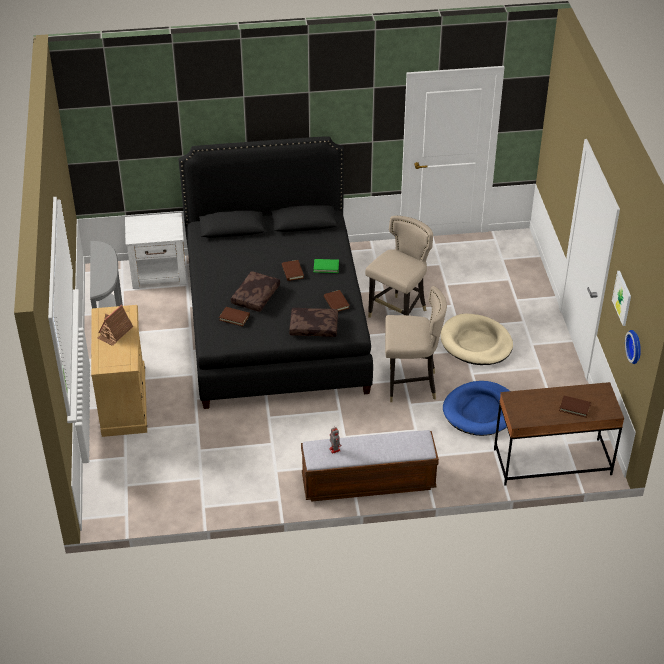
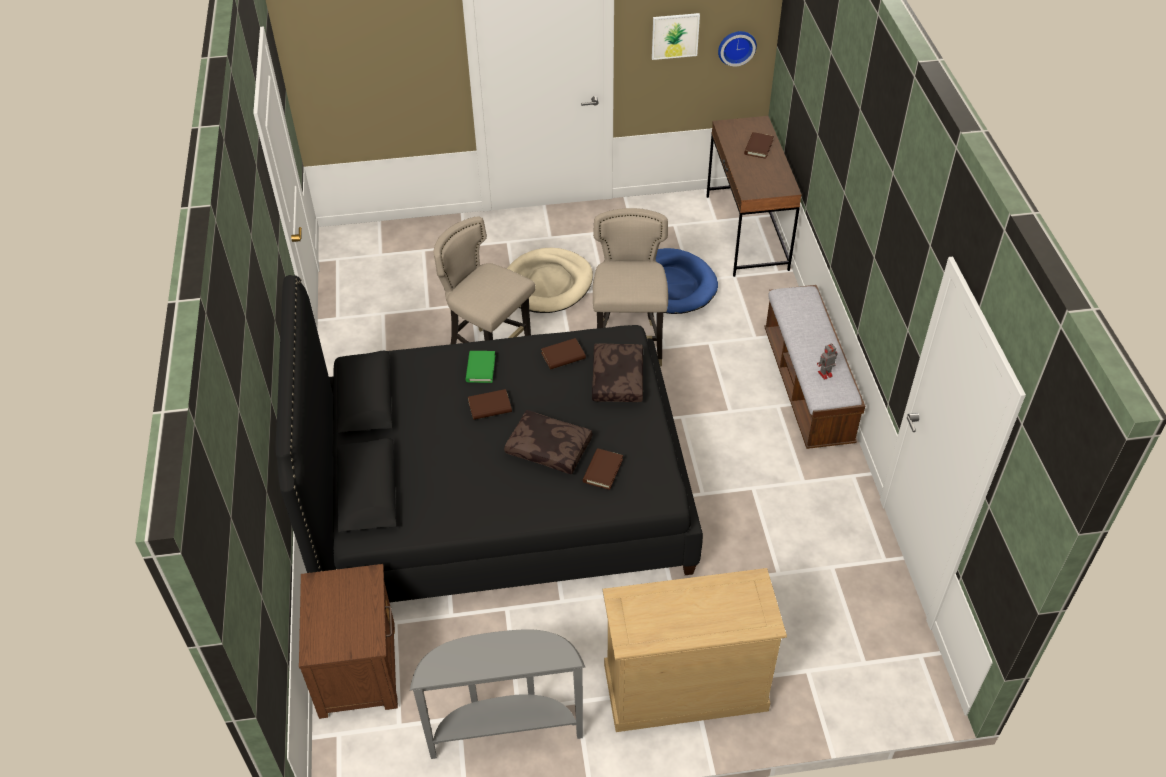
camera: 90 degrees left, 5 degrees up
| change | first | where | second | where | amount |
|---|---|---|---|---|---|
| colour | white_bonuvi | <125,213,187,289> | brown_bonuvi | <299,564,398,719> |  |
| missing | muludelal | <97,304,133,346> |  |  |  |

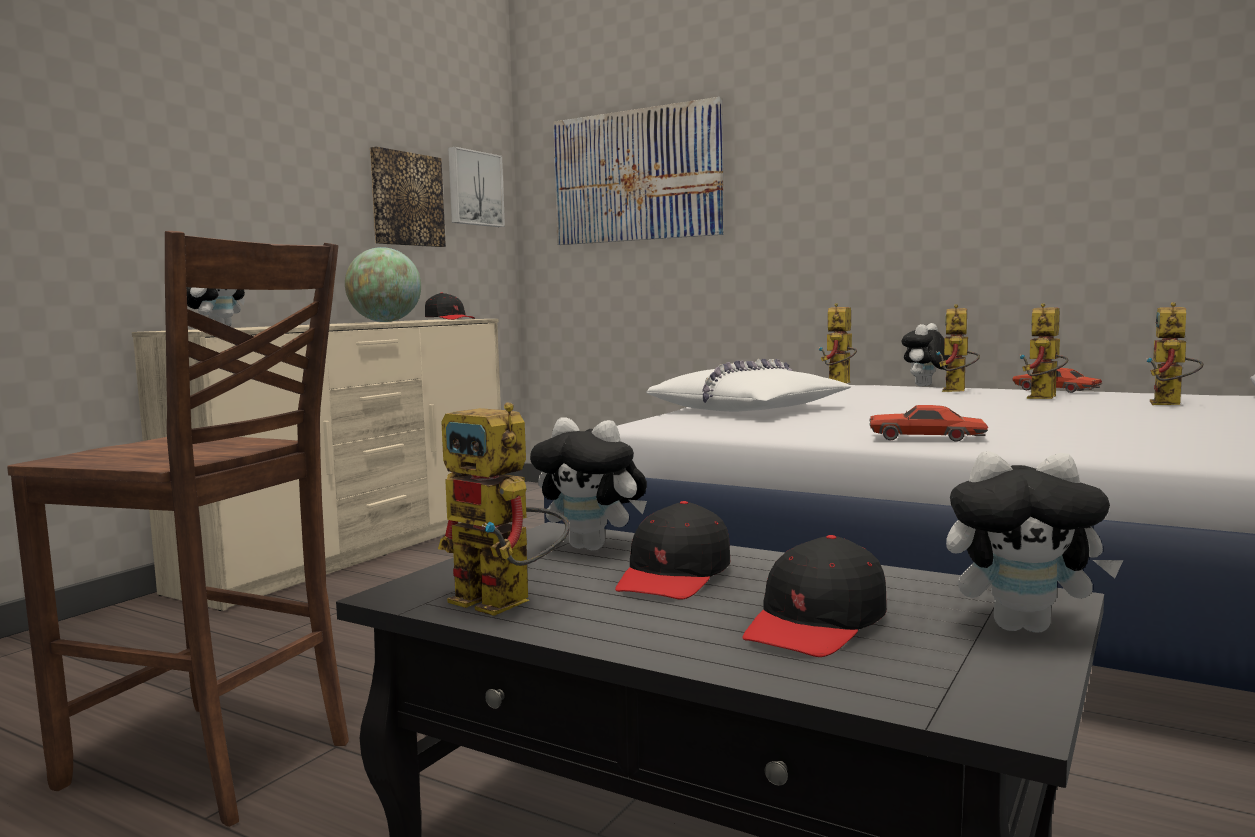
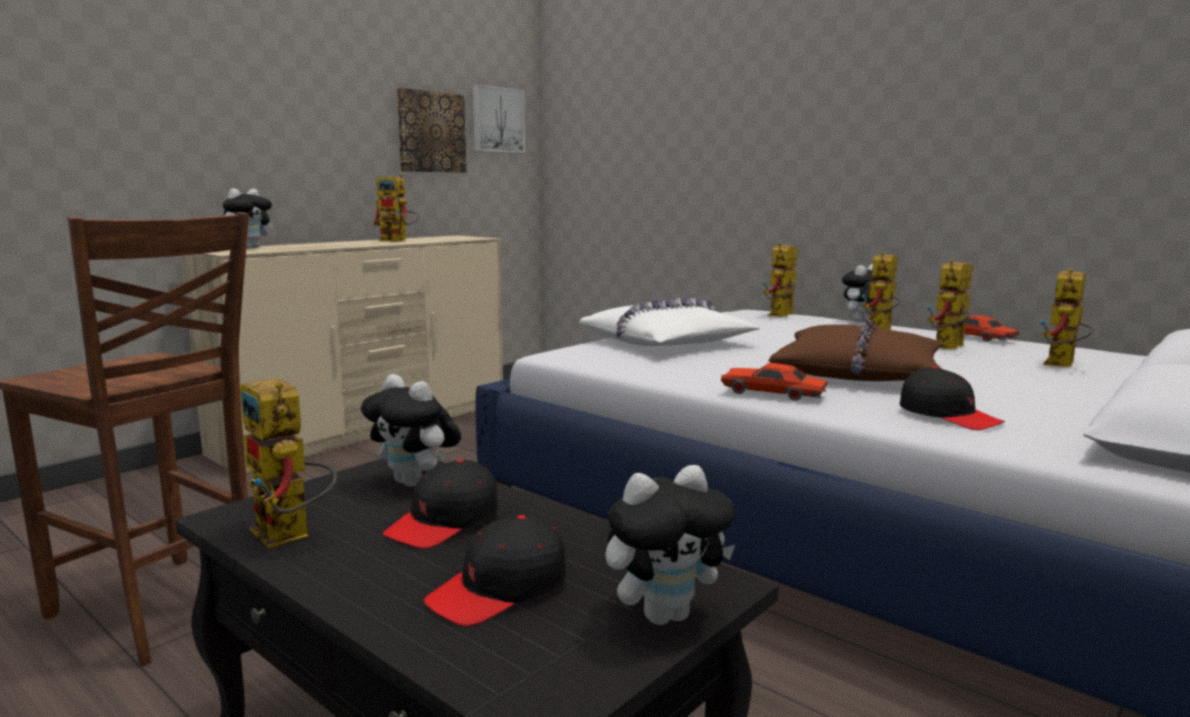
camera: 10 degrees right, 5 degrees up
| change | first | where | second | where | amount |
|---|---|---|---|---|---|
| exchanged | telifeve | <345,247,421,322> | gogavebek | <373,174,419,242> |  |
| spun | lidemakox | <946,452,1123,633> |  | <605,465,735,625> | 45 degrees counterclockwise |
| appeared |  |  | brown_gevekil | <769,317,944,381> |  |
| relocated | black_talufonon | <425,292,475,320> |  | <900,367,1005,430> |  |
| missing | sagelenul | <553,97,724,245> |  |  |  |

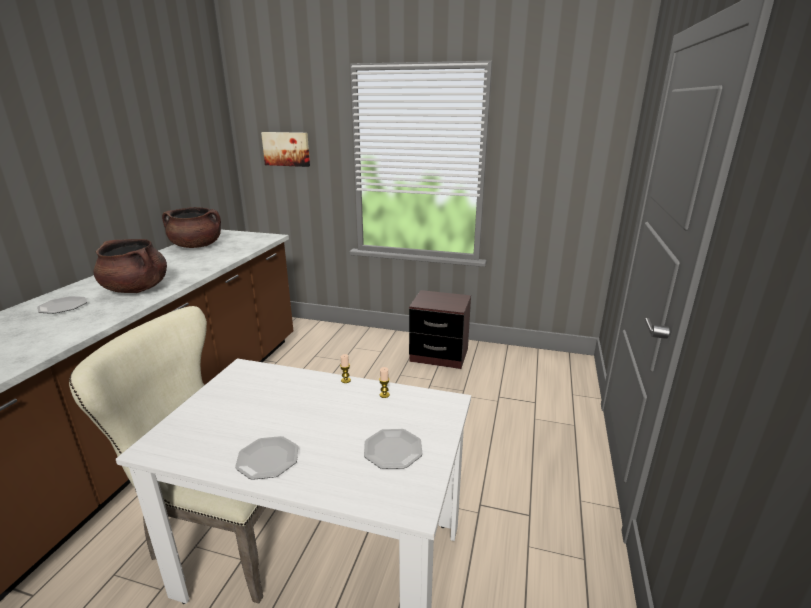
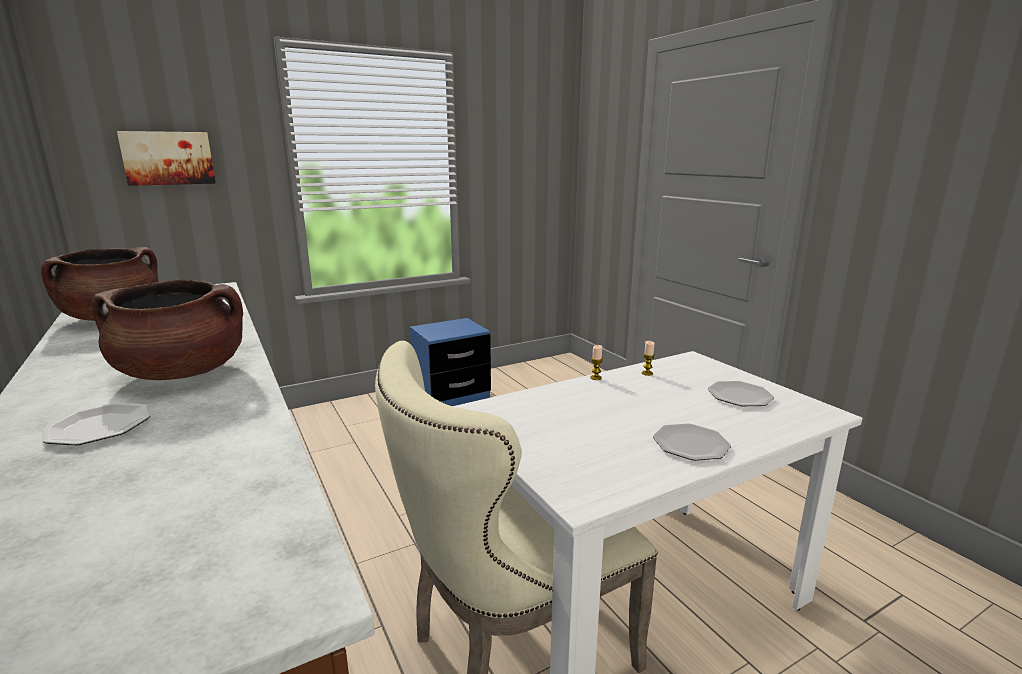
camera: 45 degrees left, 5 degrees down
| change | first | where | second | where | amount |
|---|---|---|---|---|---|
| colour | brown_bonuvi | <409,290,471,369> | blue_bonuvi | <410,318,491,406> |  |

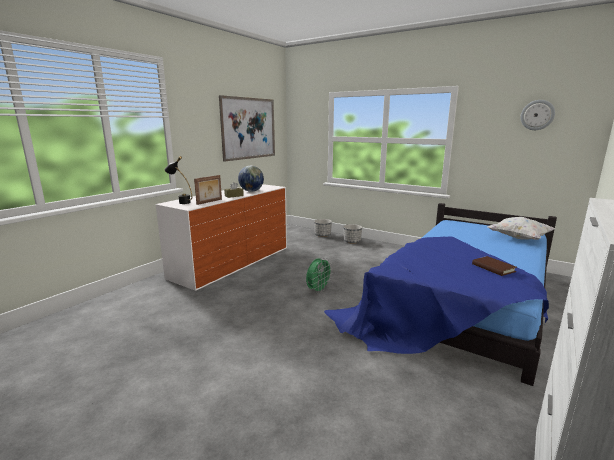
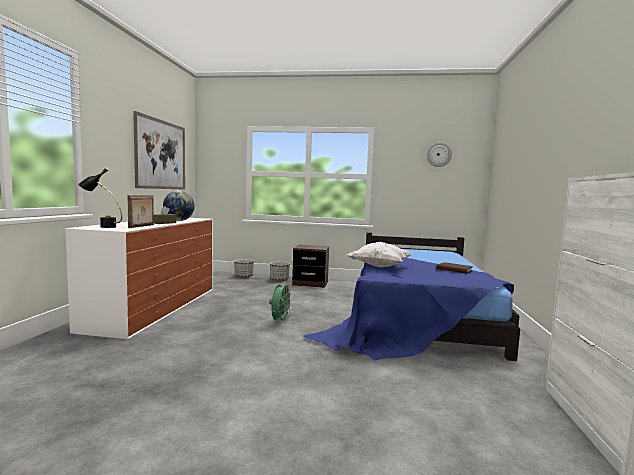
camera: 25 degrees left, 10 degrees down
| change | first | where | second | where | amount |
|---|---|---|---|---|---|
| appeared |  |  | brown_bonuvi | <292,245,329,288> |  |
| relocated | white_gevekil | <488,217,555,240> |  | <347,242,412,267> |  |

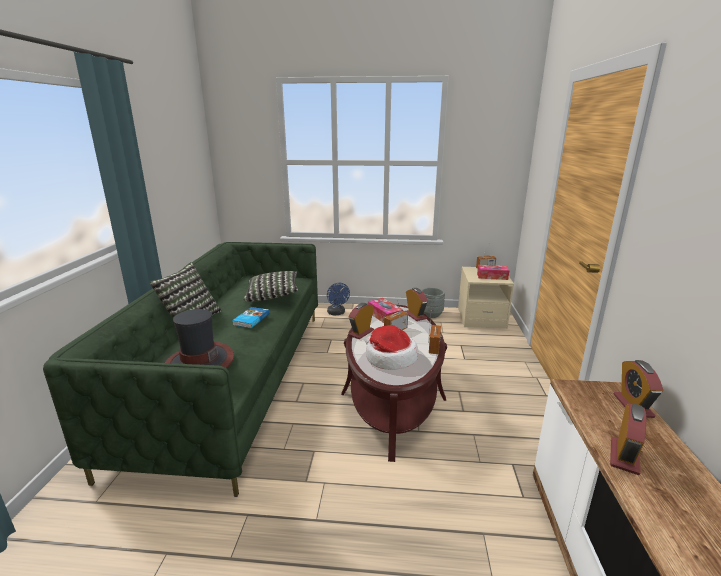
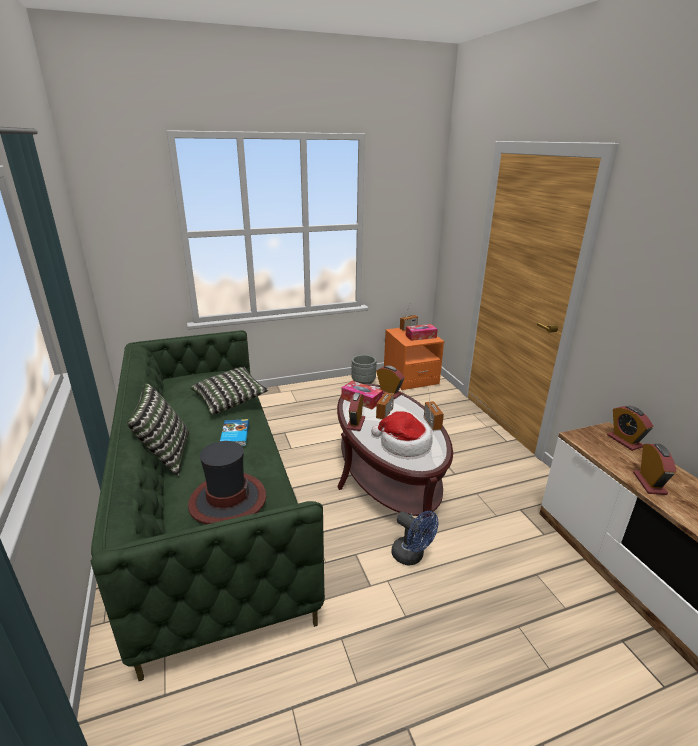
camera: 25 degrees left, 5 degrees up
| change | first | where | second | where | amount |
|---|---|---|---|---|---|
| colour | beige_bonuvi | <458,267,514,329> | orange_bonuvi | <384,328,444,390> |  |
| relocated | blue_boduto | <327,283,350,315> |  | <391,511,438,566> |  |

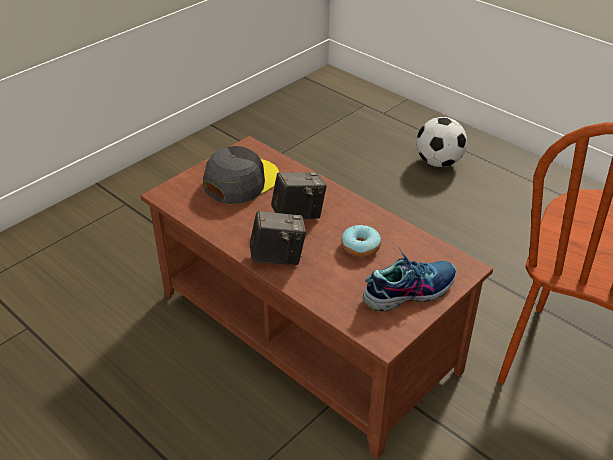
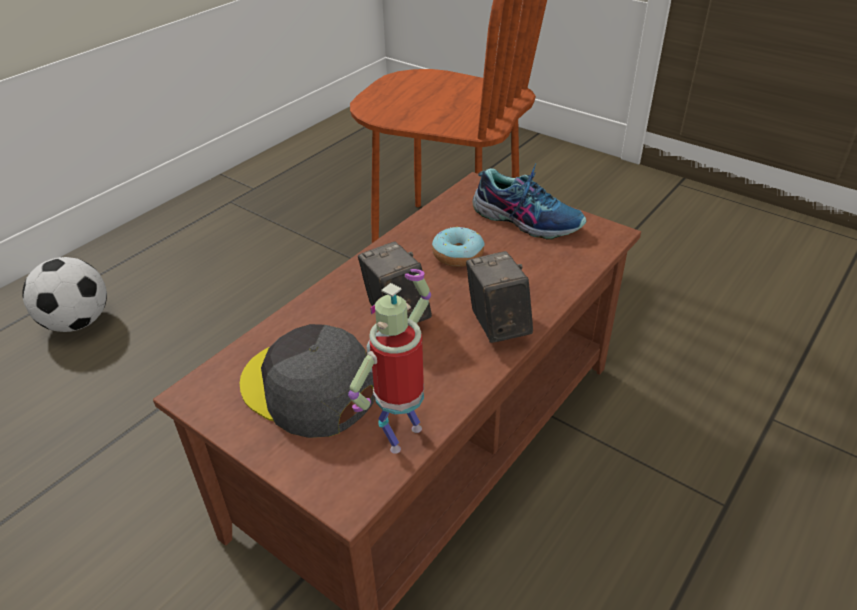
camera: 95 degrees left, 0 degrees up
| change | first | where | second | where | amount |
|---|---|---|---|---|---|
| appeared |  |  | gogavebek | <348,269,431,454> |  |
| spun | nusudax | <363,246,456,311> |  | <472,163,586,240> | 150 degrees clockwise |

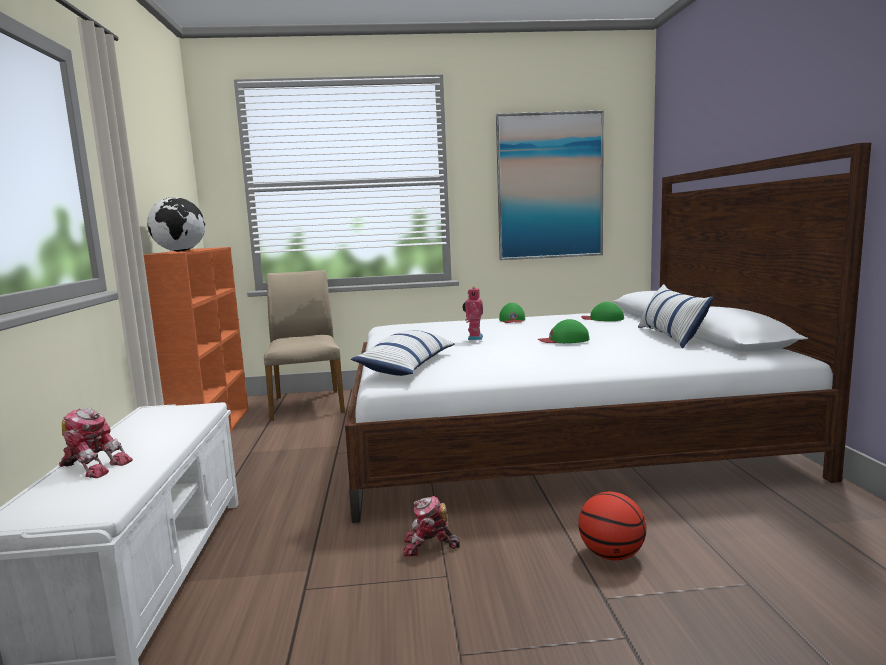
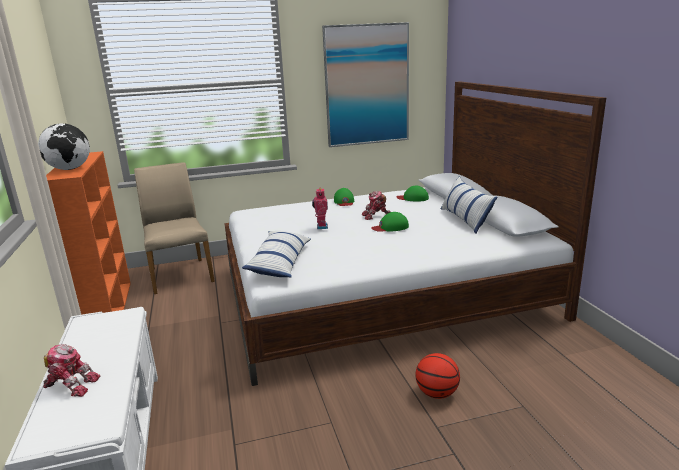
camera: 10 degrees left, 10 degrees up
| change | first | where | second | where | amount |
|---|---|---|---|---|---|
| relocated | gogavebek | <403,496,460,557> |  | <362,191,390,220> |  |

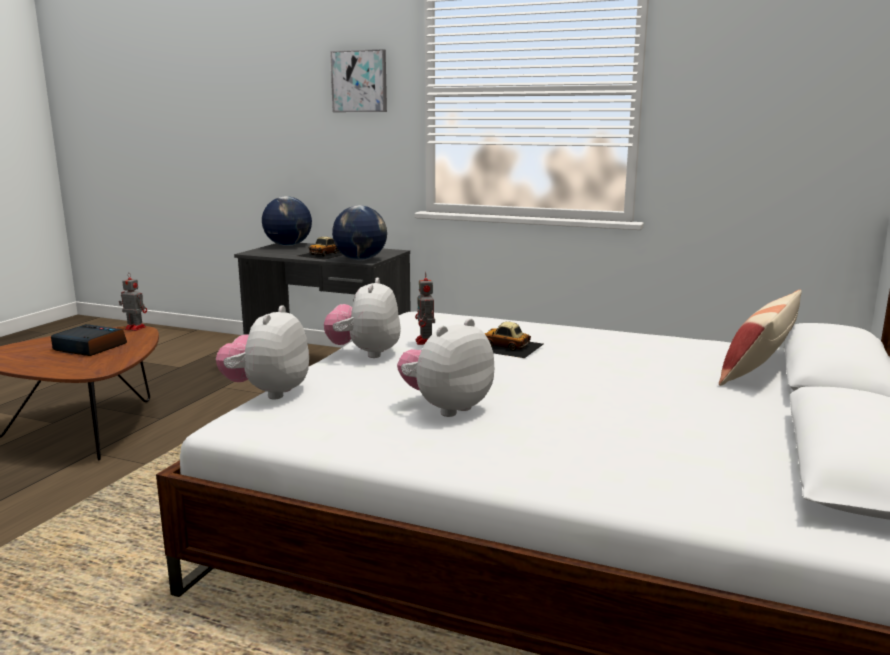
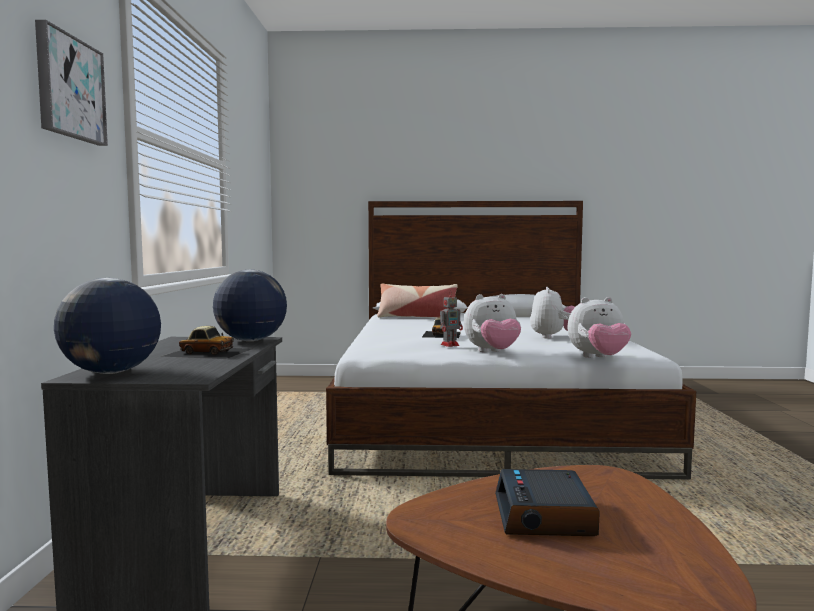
camera: 110 degrees left, 10 degrees down
| change | first | where | second | where | amount |
|---|---|---|---|---|---|
| spun | lidemakox | <397,318,494,417> |  | <530,287,575,339> | 105 degrees counterclockwise |
| missing | gogavebek | <119,273,147,331> |  |  |  |

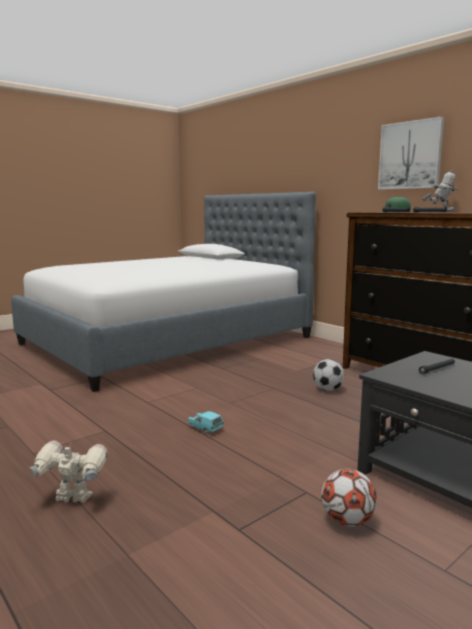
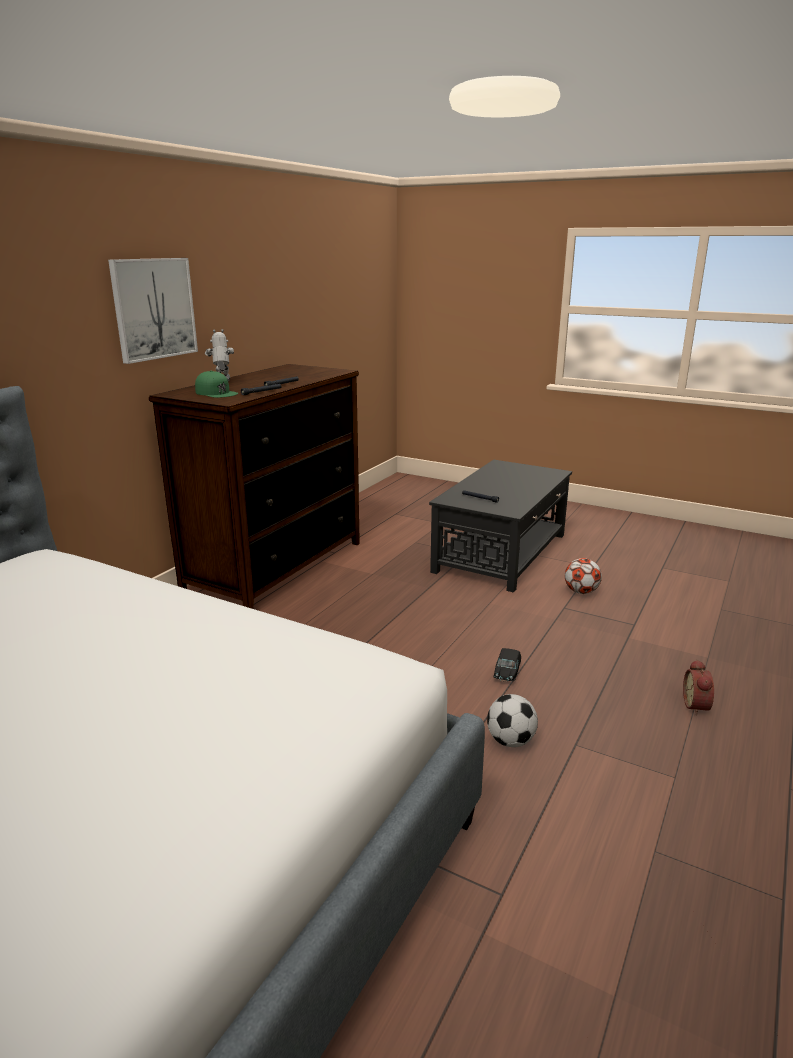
camera: 110 degrees left, 10 degrees up
| change | first | where | second | where | amount |
|---|---|---|---|---|---|
| relocated | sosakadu | <313,359,344,391> |  | <487,694,538,747> |  |
| colour | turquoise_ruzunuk | <188,411,224,434> | black_ruzunuk | <494,648,521,682> |  |
| exchanged | gogavebek | <30,441,108,503> | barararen | <683,659,714,716> |  |

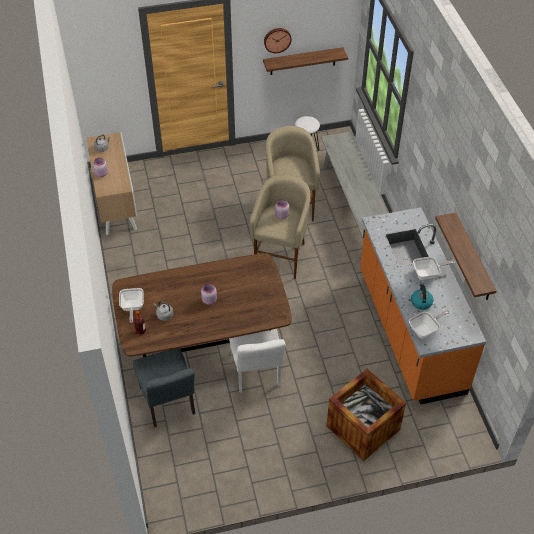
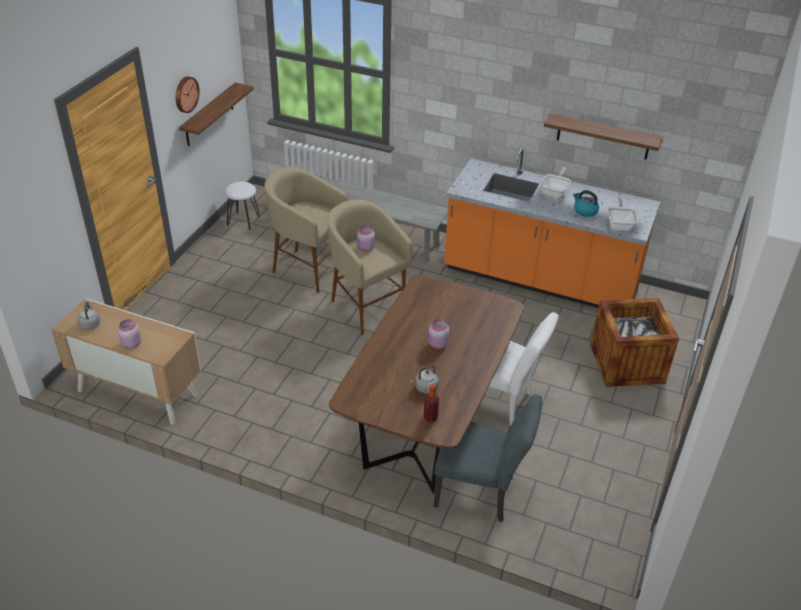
camera: 55 degrees left, 10 degrees down
| change | first | where | second | where | amount |
|---|---|---|---|---|---|
| missing | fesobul | <119,288,144,323> |  |  |  |

